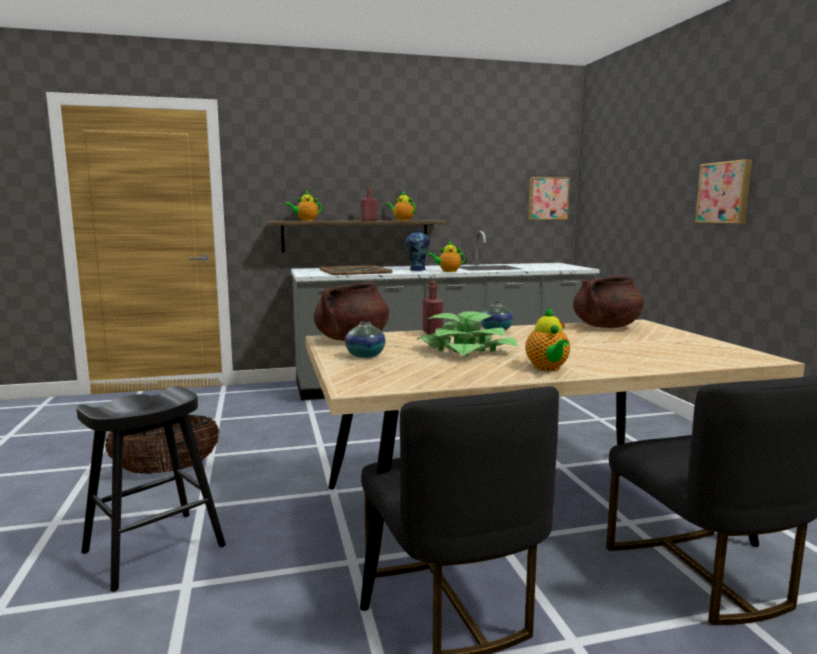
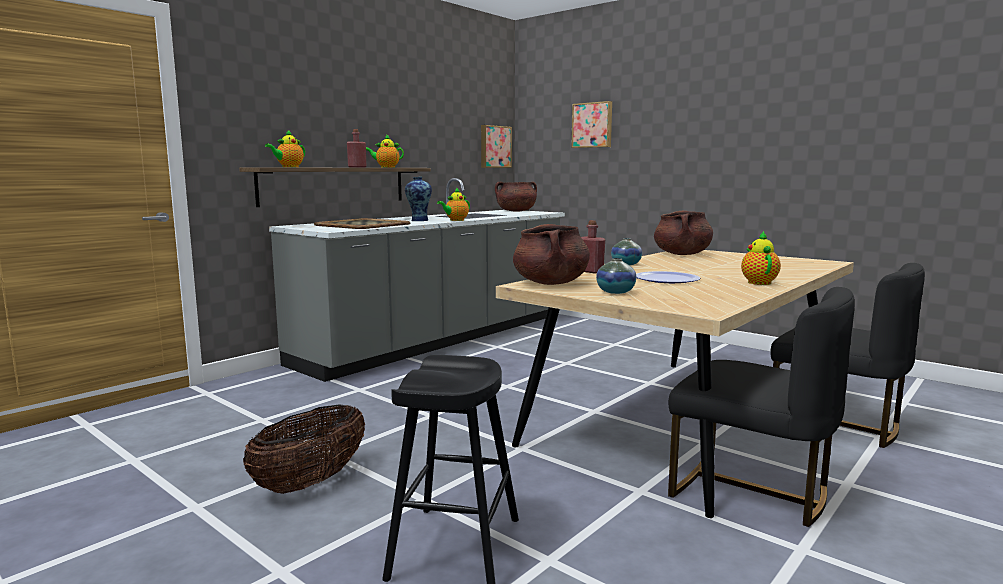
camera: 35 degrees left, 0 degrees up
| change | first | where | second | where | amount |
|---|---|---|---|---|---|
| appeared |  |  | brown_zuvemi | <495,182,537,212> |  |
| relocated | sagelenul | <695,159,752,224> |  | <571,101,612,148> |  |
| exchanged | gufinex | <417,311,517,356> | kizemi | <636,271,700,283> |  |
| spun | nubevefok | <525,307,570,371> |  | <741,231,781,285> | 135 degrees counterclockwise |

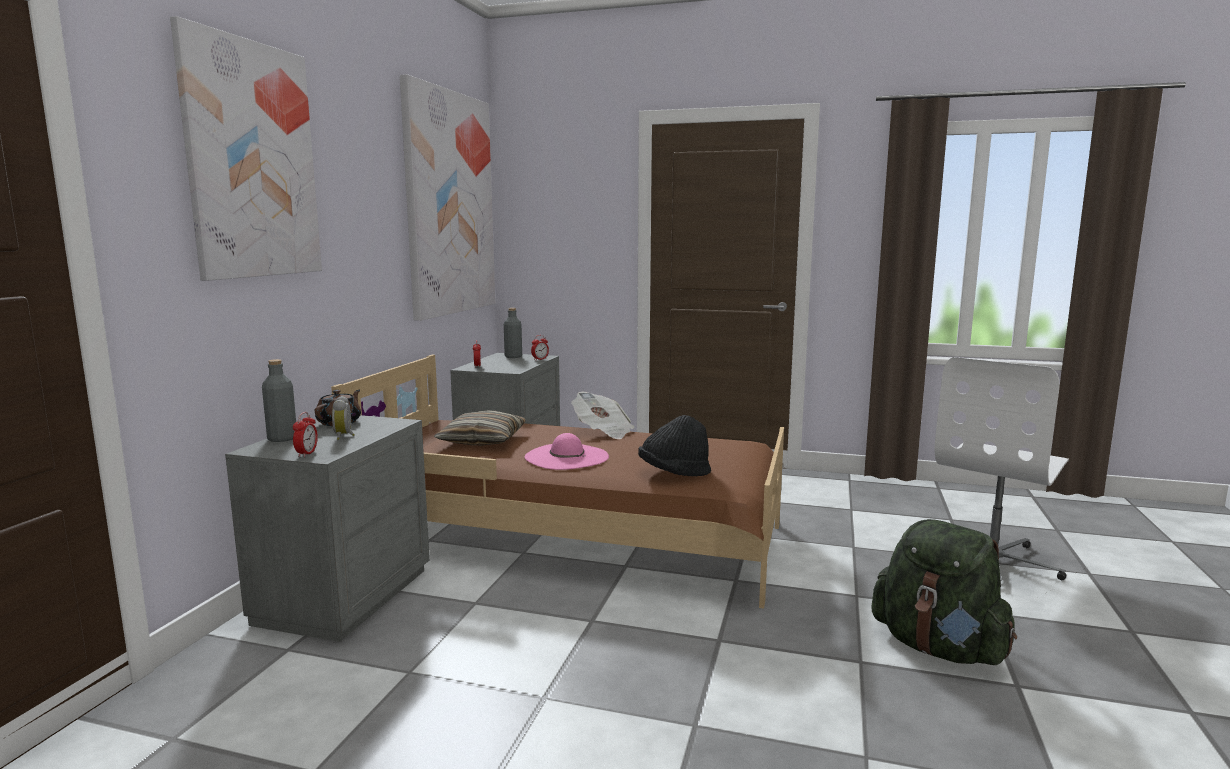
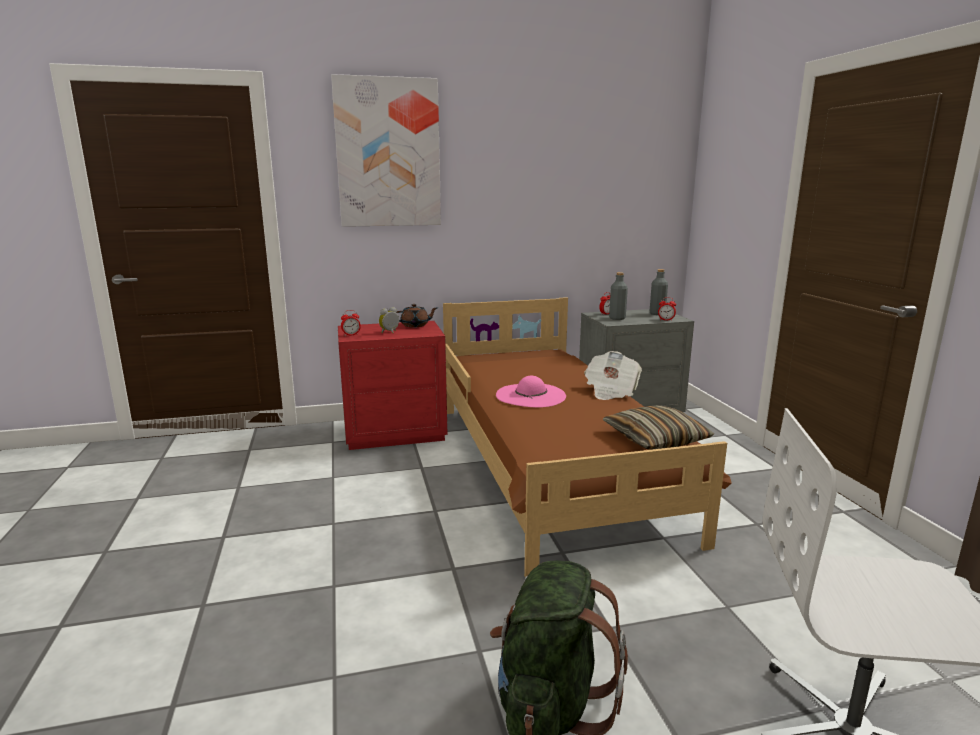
camera: 60 degrees right, 5 degrees up
| change | first | where | second | where | amount |
|---|---|---|---|---|---|
| colour | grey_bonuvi | <225,415,430,642> | red_bonuvi | <338,321,447,450> |  |
| relocated | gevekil | <434,411,526,446> |  | <603,405,714,450> |  |
| relocated | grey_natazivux | <262,359,296,442> |  | <609,272,628,320> |  |
| missing | sagelenul | <400,74,495,321> |  |  |  |
| missing | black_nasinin | <638,415,711,476> |  |  |  |

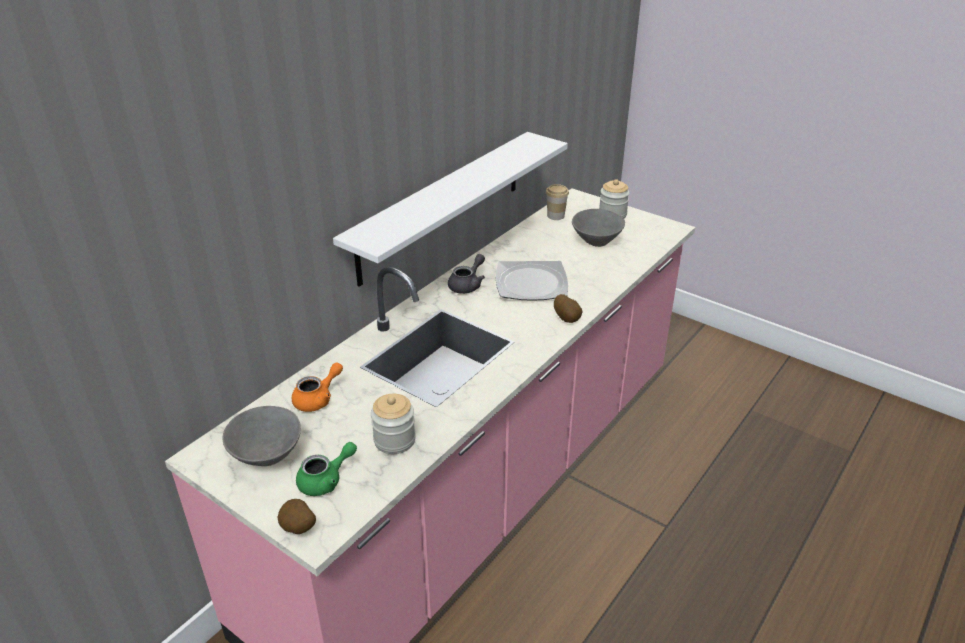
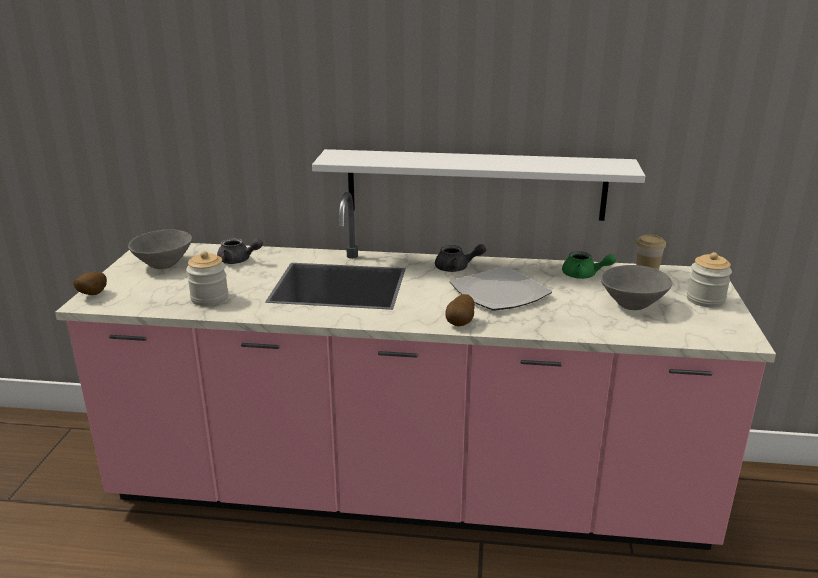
camera: 60 degrees right, 10 degrees down
| change | first | where | second | where | amount |
|---|---|---|---|---|---|
| colour | orange_nubevefok | <292,362,343,412> | grey_nubevefok | <217,238,263,264> |  |
| relocated | green_nubevefok | <296,442,357,496> |  | <562,251,616,279> |  |

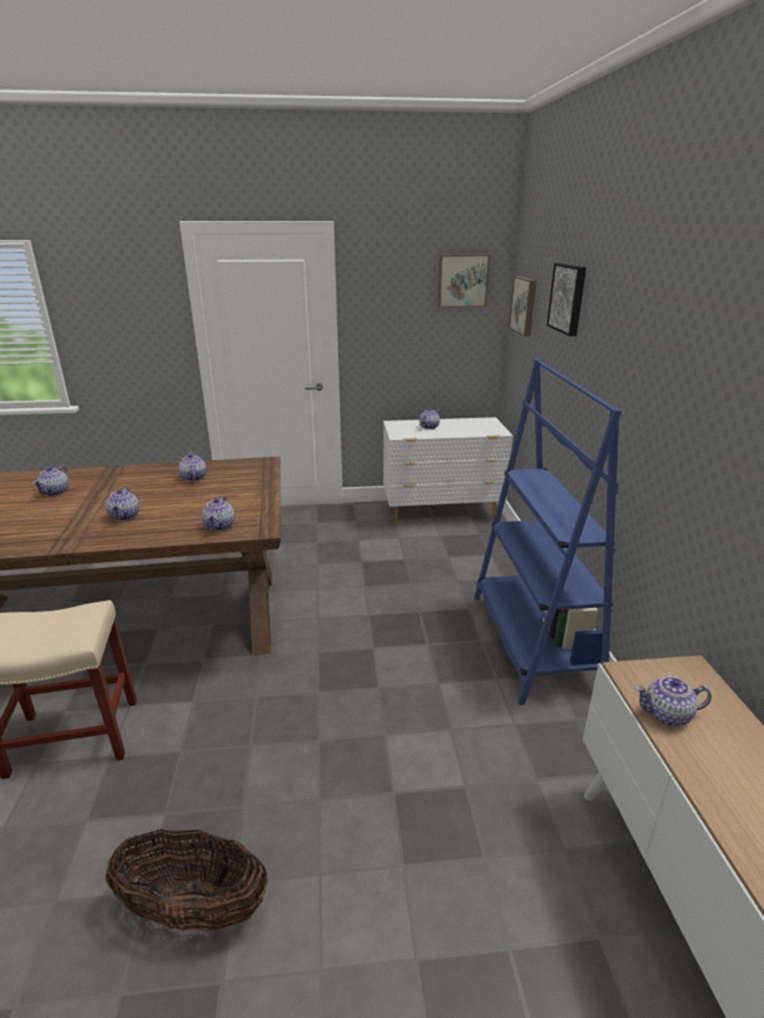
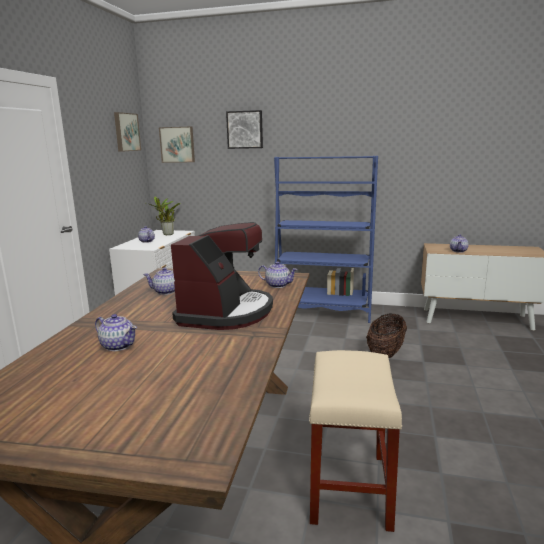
camera: 70 degrees left, 10 degrees down
| change | first | where | second | where | amount |
|---|---|---|---|---|---|
| appeared |  |  | gufinex | <146,197,181,235> |  |
| exchanged | nubevefok | <106,487,139,521> | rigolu | <171,222,273,330> |  |
| relocated | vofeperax | <105,828,268,931> |  | <366,314,407,358> |  |

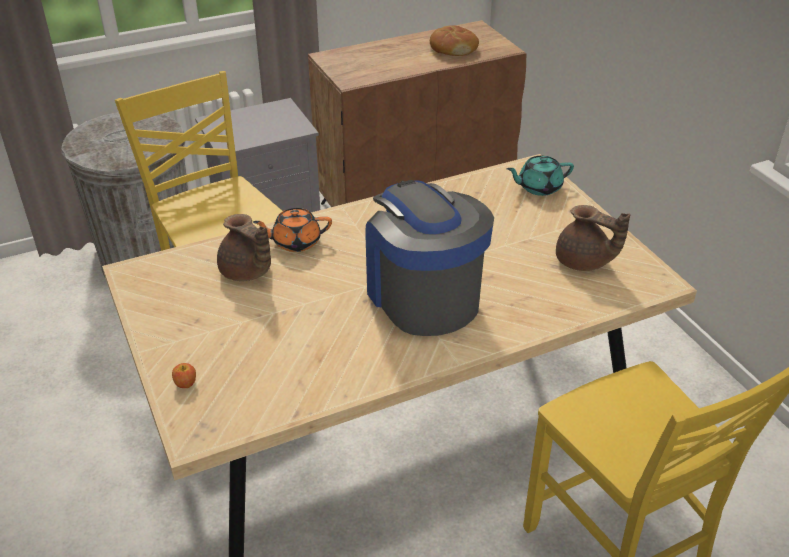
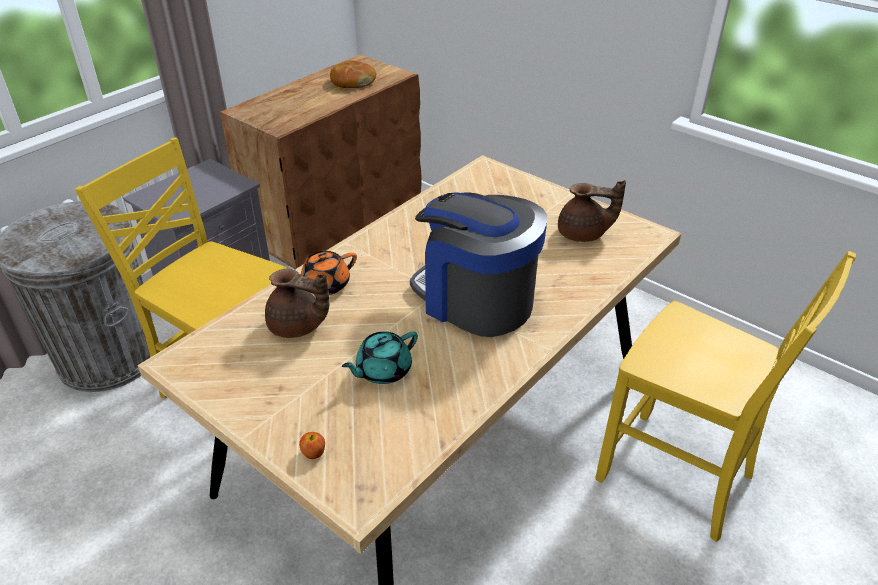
camera: 25 degrees left, 0 degrees up
| change | first | where | second | where | amount |
|---|---|---|---|---|---|
| relocated | turquoise_nubevefok | <507,156,574,196> |  | <342,331,418,384> |  |

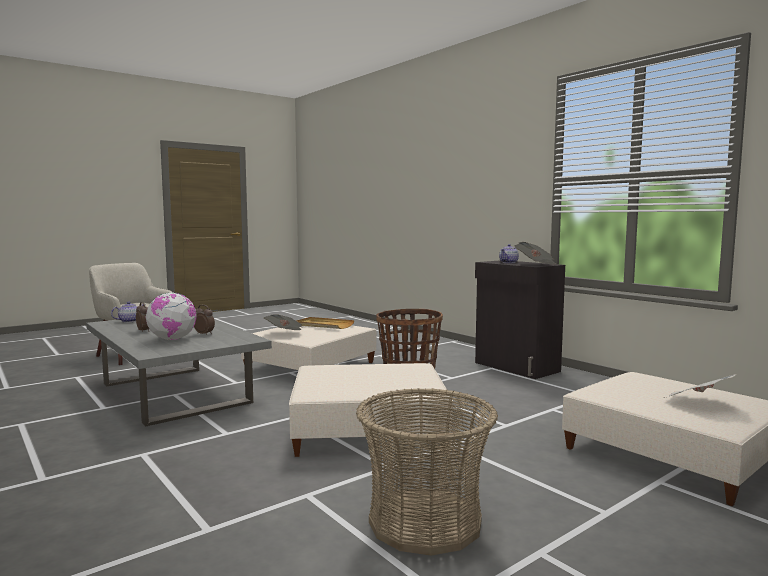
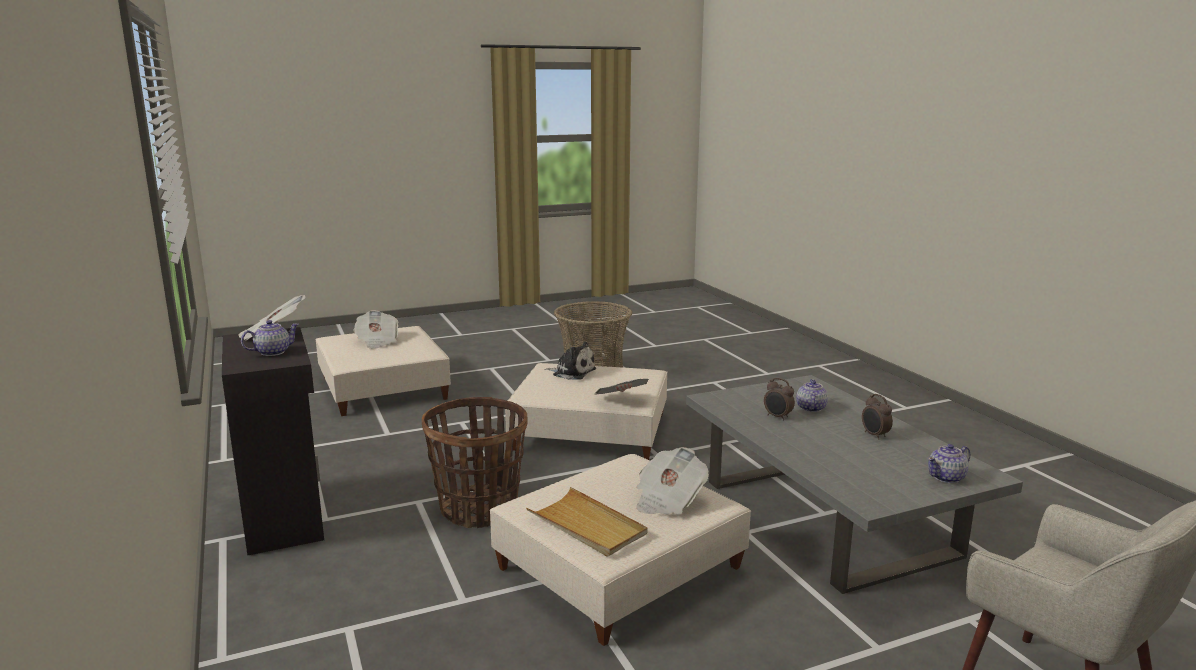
camera: 165 degrees left, 10 degrees up
| change | first | where | second | where | amount |
|---|---|---|---|---|---|
| appeared |  |  | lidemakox | <544,342,596,380> |  |
| appeared |  |  | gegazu | <595,379,649,395> |  |
| exchanged | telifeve | <145,292,197,340> | nubevefok | <796,379,828,412> |  |

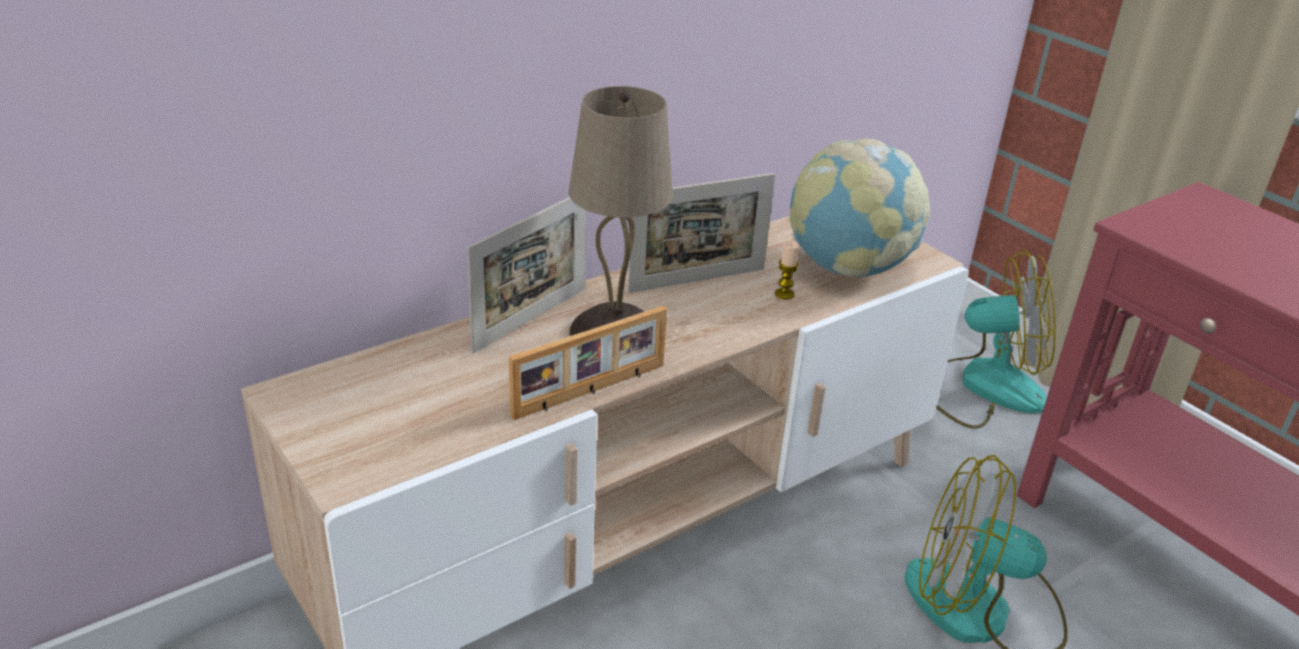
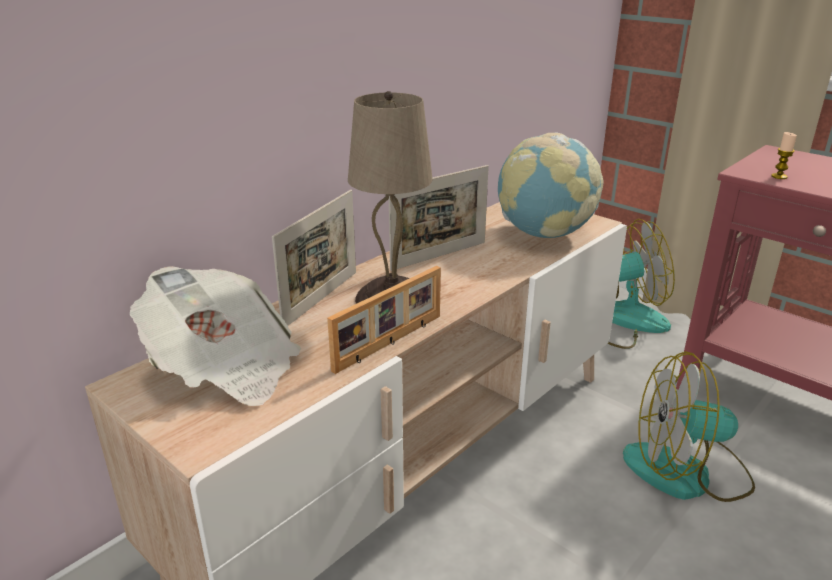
camera: 10 degrees left, 5 degrees down
| change | first | where | second | where | amount |
|---|---|---|---|---|---|
| appeared |  |  | gegazu | <130,266,301,406> |  |
| relocated | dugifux | <775,240,799,300> |  | <771,132,797,179> |  |

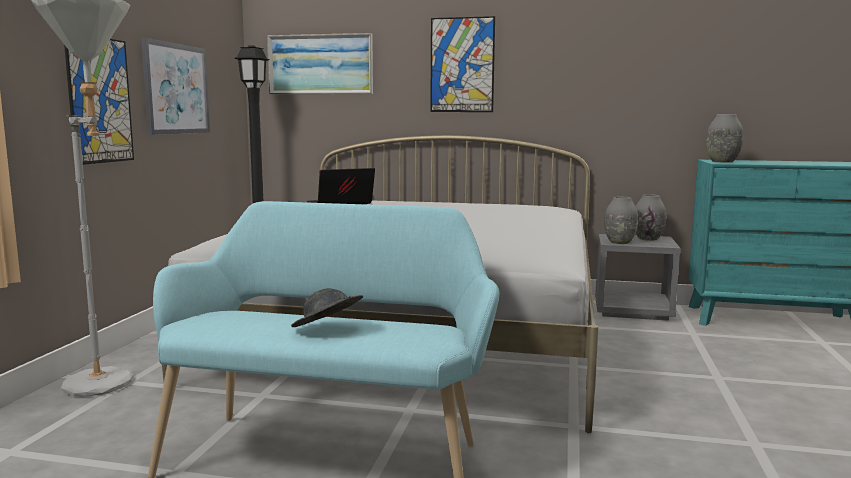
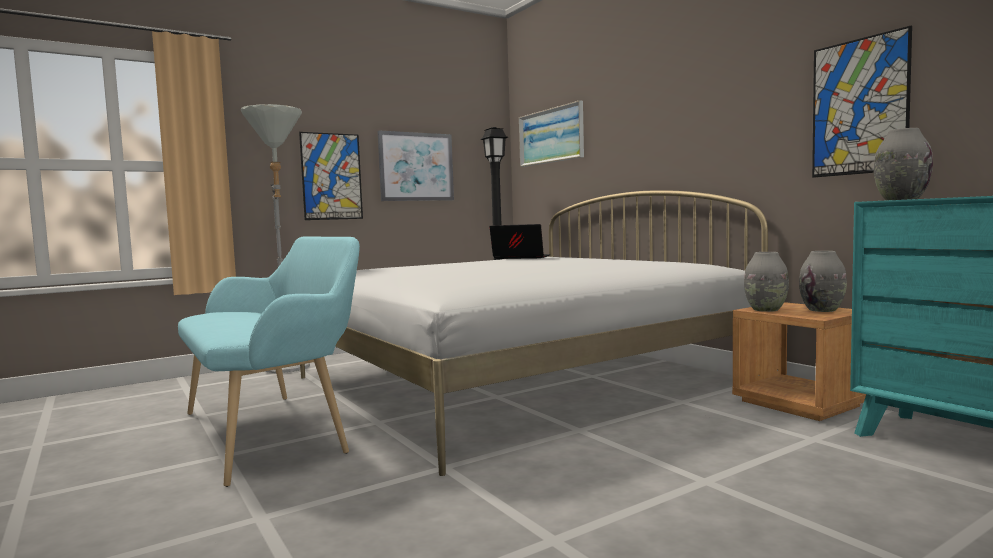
camera: 45 degrees right, 5 degrees down
| change | first | where | second | where | amount |
|---|---|---|---|---|---|
| colour | grey_bonuvi | <595,234,681,321> | brown_bonuvi | <732,302,866,421> |  |
| relocated | sagelenul | <430,16,495,112> |  | <812,26,912,178> |  |
| missing | grey_nasinin | <291,288,363,327> |  |  |  |

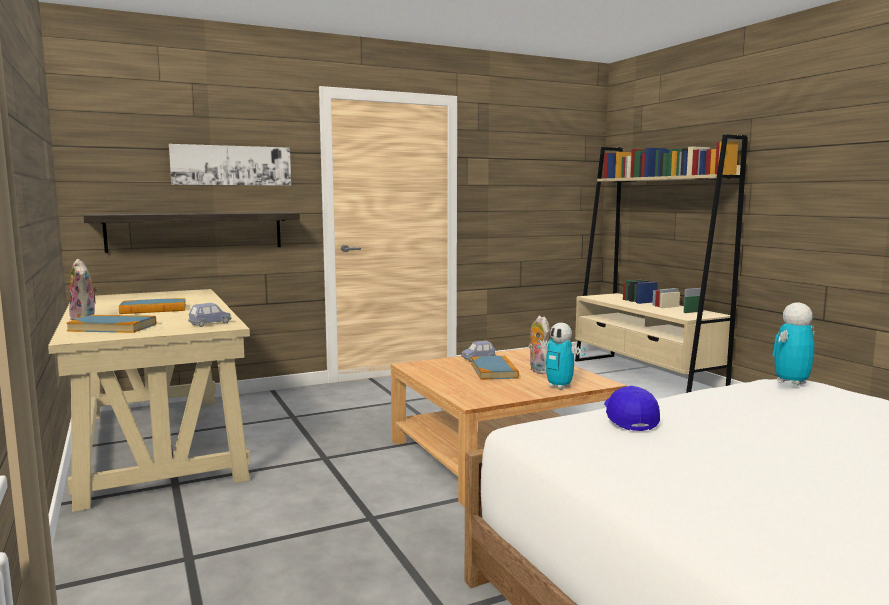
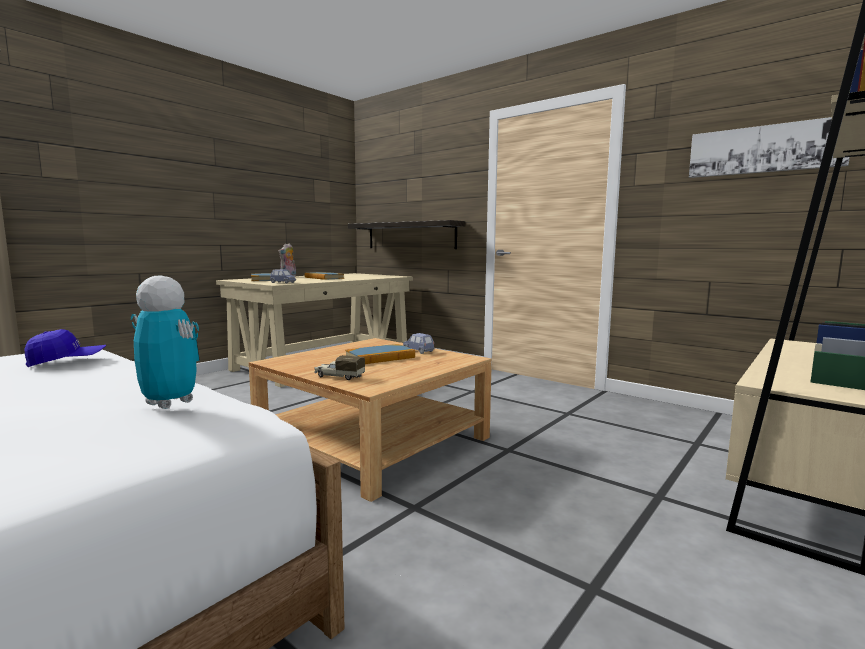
camera: 65 degrees right, 0 degrees up
| change | first | where | second | where | amount |
|---|---|---|---|---|---|
| exchanged | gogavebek | <537,323,586,390> | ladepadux | <314,355,365,380> |  |
| relocated | sagelenul | <169,144,291,186> |  | <689,117,850,178> |  |
| missing | lidemakox | <528,316,550,374> |  |  |  |

